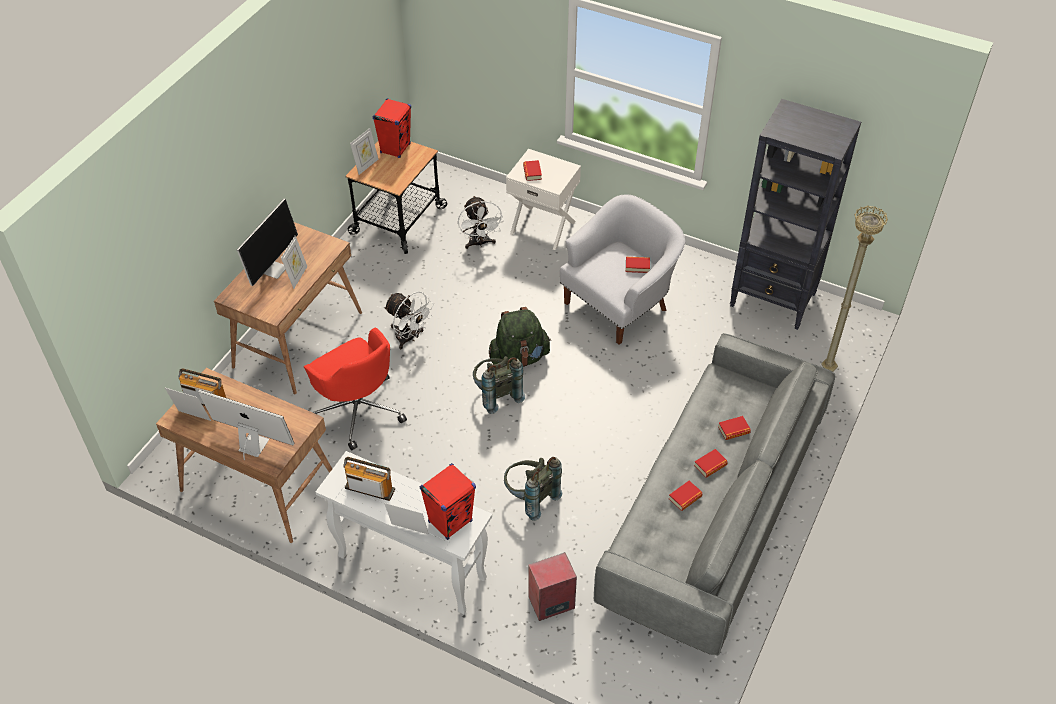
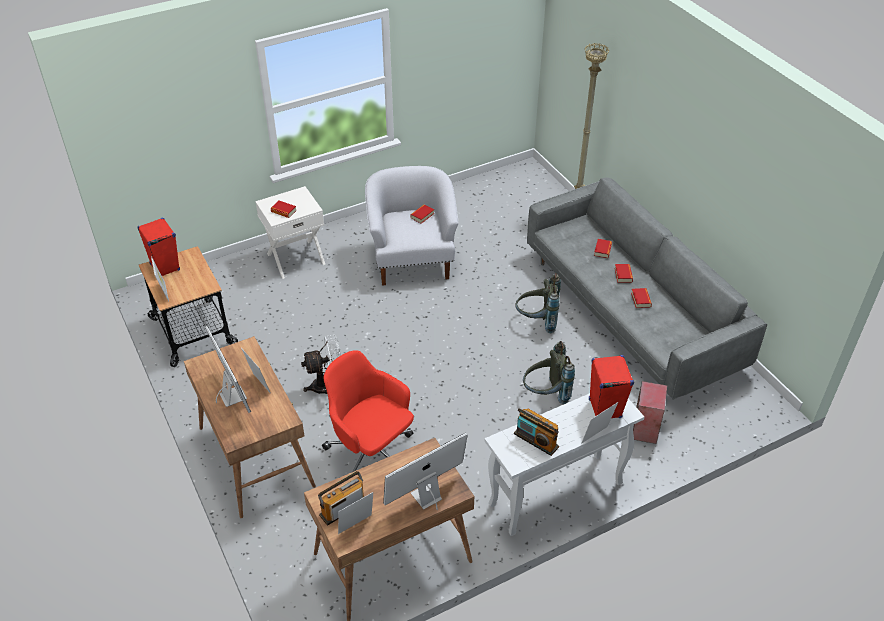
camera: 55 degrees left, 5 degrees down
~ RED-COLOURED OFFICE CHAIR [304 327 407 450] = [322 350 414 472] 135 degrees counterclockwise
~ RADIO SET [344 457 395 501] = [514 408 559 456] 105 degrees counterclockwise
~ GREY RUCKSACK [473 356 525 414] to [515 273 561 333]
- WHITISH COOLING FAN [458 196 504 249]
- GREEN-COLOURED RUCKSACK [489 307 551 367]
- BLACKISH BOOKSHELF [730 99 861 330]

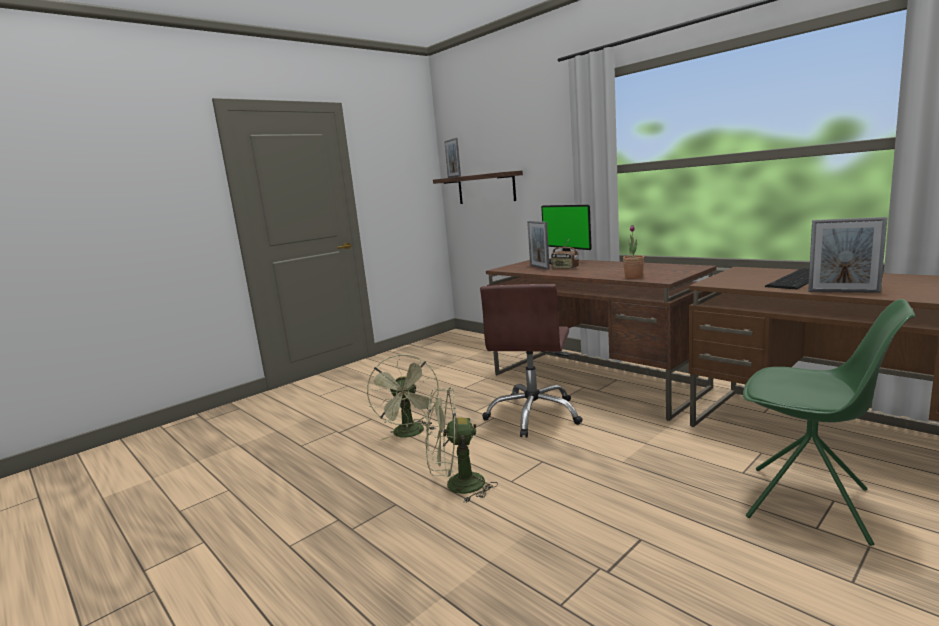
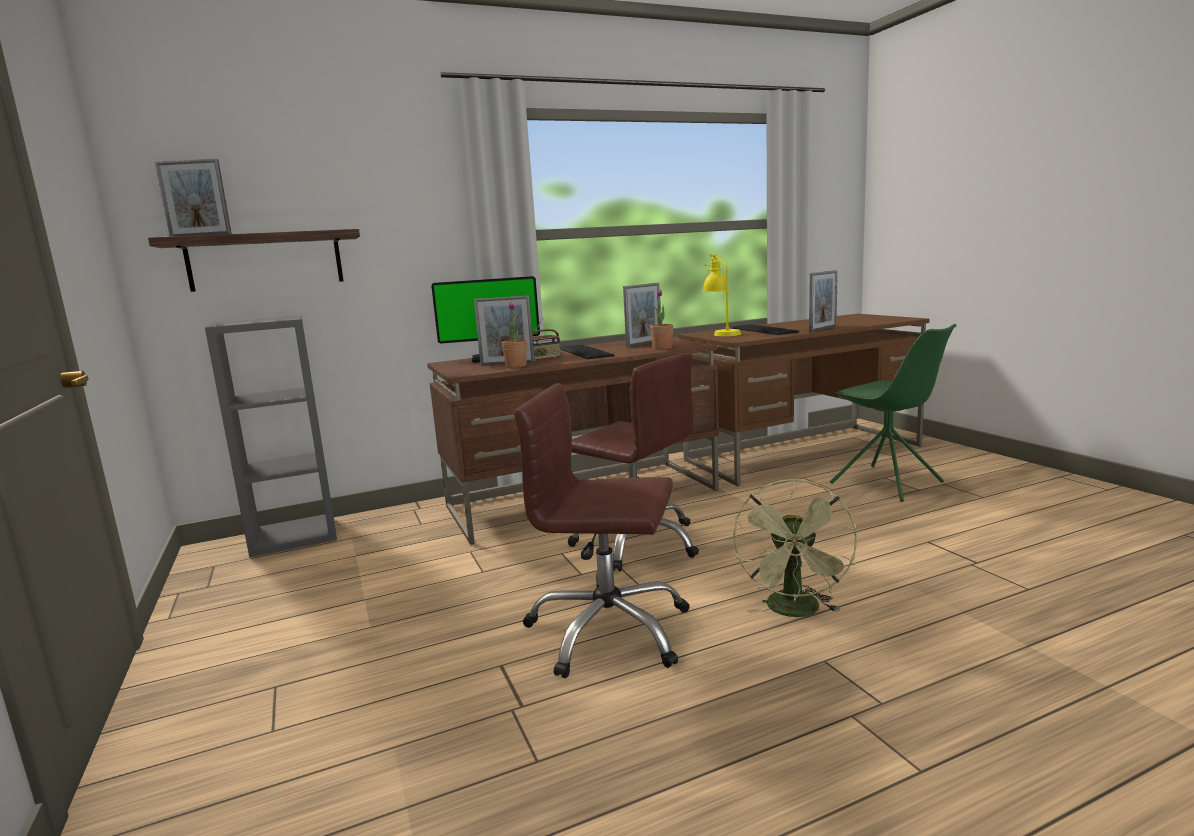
camera: 70 degrees left, 0 degrees up
+ GREY BOOKSHELF [205 315 337 557]
+ HOUSEPLANT [501 302 527 368]
~ GREEN-COLOURED COOLING FAN [367 354 439 440] to BROWNISH OFFICE CHAIR [514 383 690 678]
+ KEYBOARD [561 344 615 359]
+ STANDING FRAME [623 283 660 347]
+ YELLOWISH TABLE LAMP [703 253 741 336]
~ GREEN-COLOURED PLAIN CHAIR [743 299 916 546] = [830 324 957 502] 90 degrees clockwise

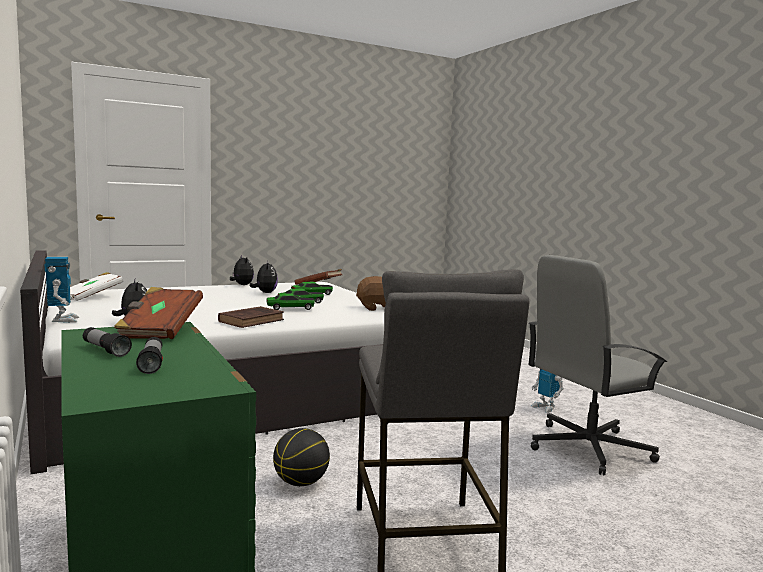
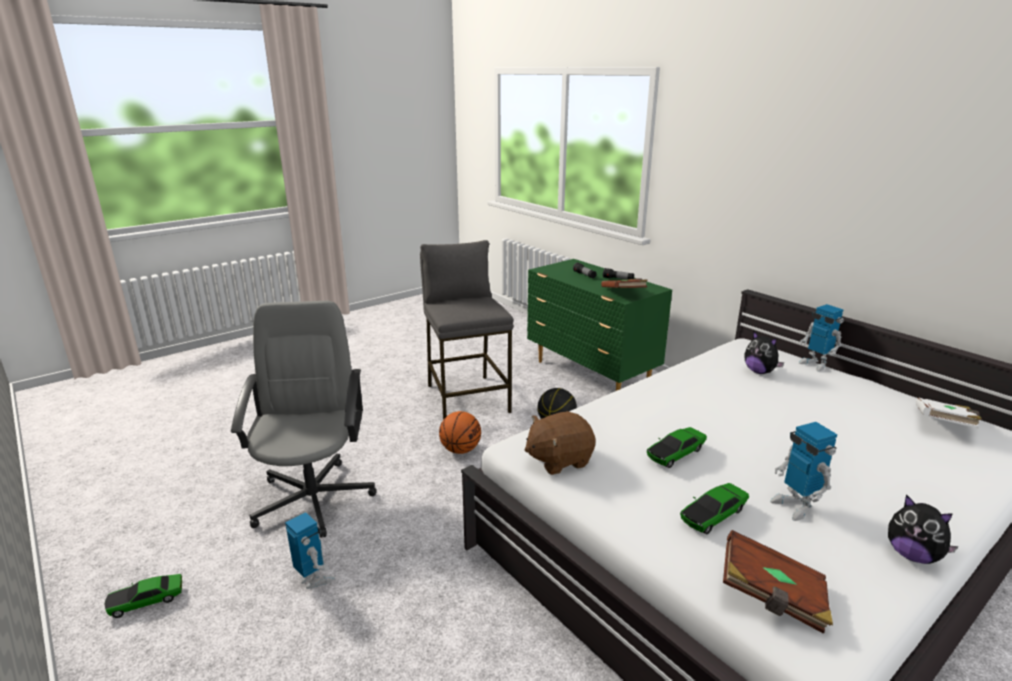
camera: 170 degrees right, 15 degrees up
~ TOY CAR [266 293 315 310] to [105 574 182 618]
~ GREY OFFICE CHAIR [528 255 667 475] = [231 301 377 538] 60 degrees counterclockwise
+ BALL FOR BASKETBALL [439 411 481 454]
~ PLUSH TOY [250 261 278 293] to TOY ROBOT [770 422 838 521]
- BROWNISH BOOK [218 306 284 328]

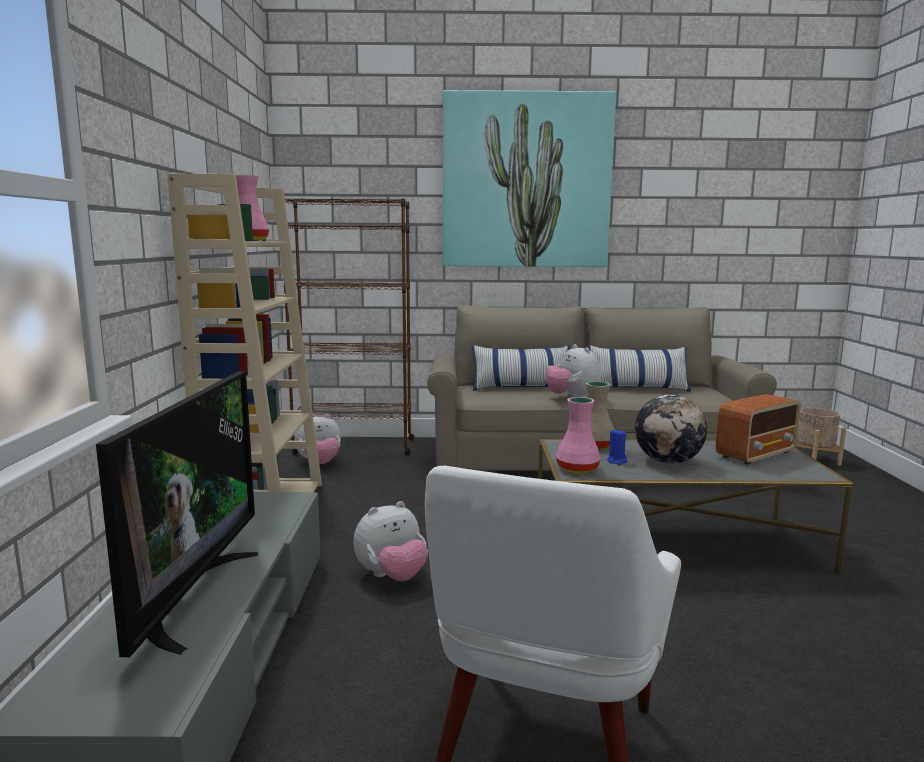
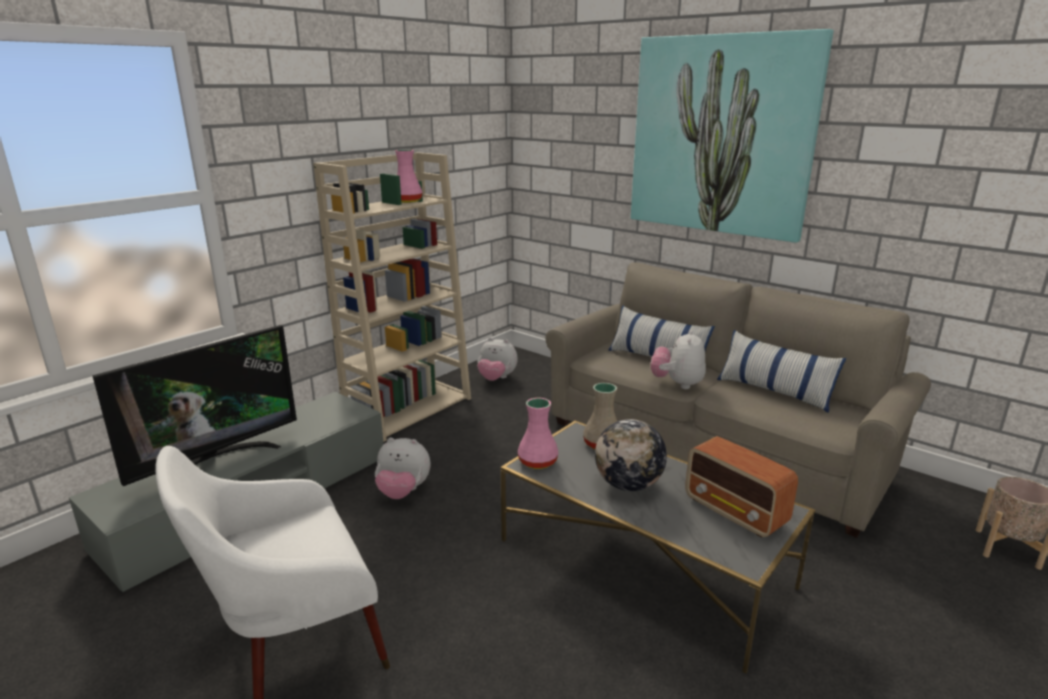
camera: 40 degrees right, 10 degrees up
~ RADIO SET [716 394 800 465] = [685 436 798 538] 45 degrees clockwise
- BROWNISH BOOKSHELF [284 198 414 455]
- BLUE CANDLE [607 428 627 465]

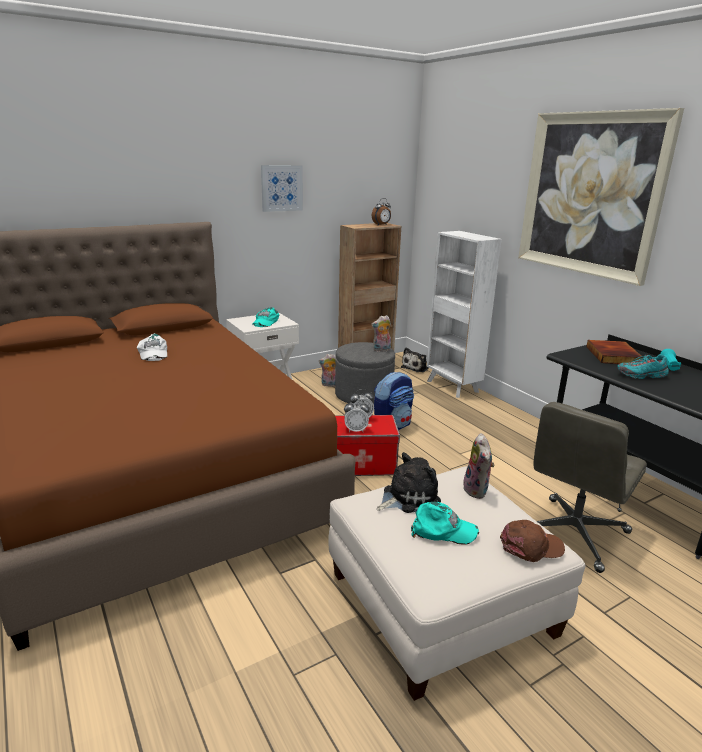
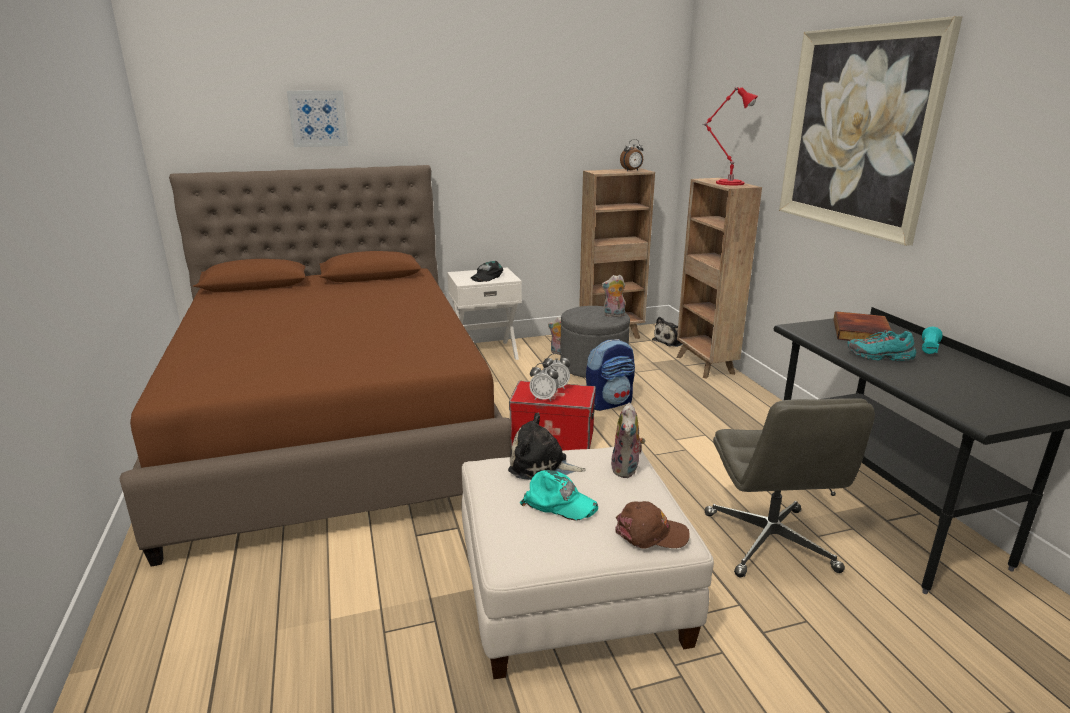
camera: 15 degrees right, 0 degrees up
~ PICTURE [261 165 303 212] to [287 90 348 147]
~ TURQUOISE BASEBALL CAP [252 307 279 327] to BLACKISH BASEBALL CAP [471 261 503 282]
~ PLUSH TOY [377 452 441 513] = [508 413 586 480] 150 degrees counterclockwise
~ WHITISH BOOKSHELF [427 231 502 398] to BROWNISH BOOKSHELF [676 178 762 379]
+ RED-COLOURED TABLE LAMP [704 87 758 185]
~ GREY OFFICE CHAIR [534 402 647 573] = [705 398 875 577] 60 degrees counterclockwise
- WHITISH BASEBALL CAP [137 333 167 361]

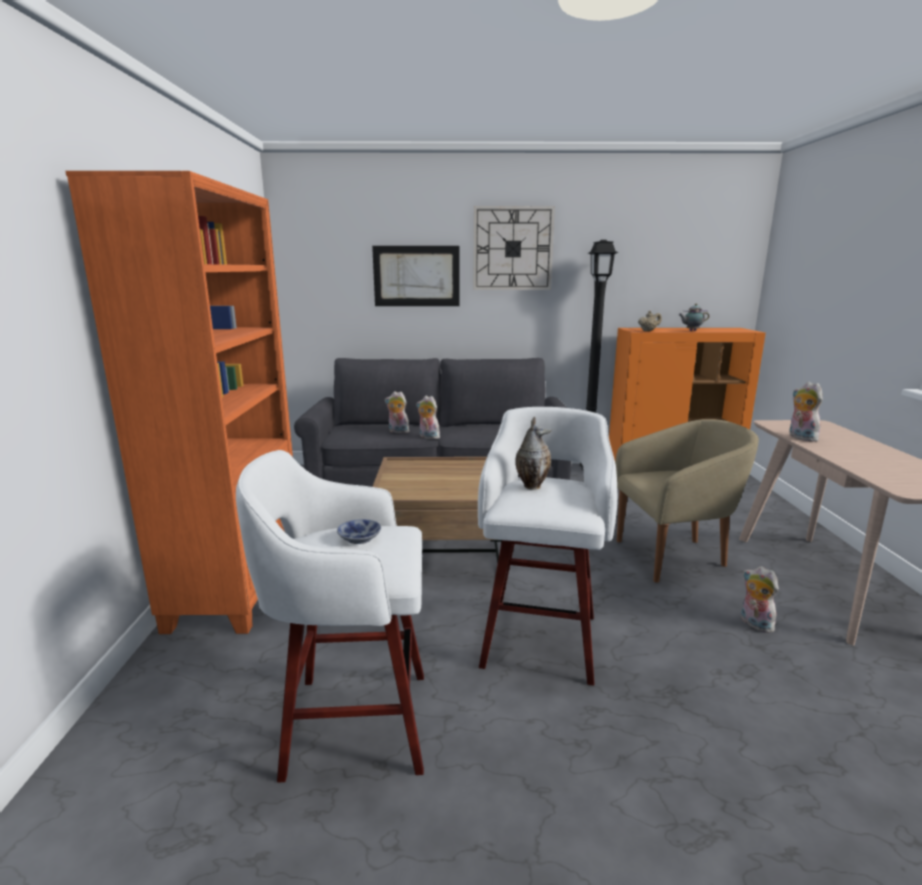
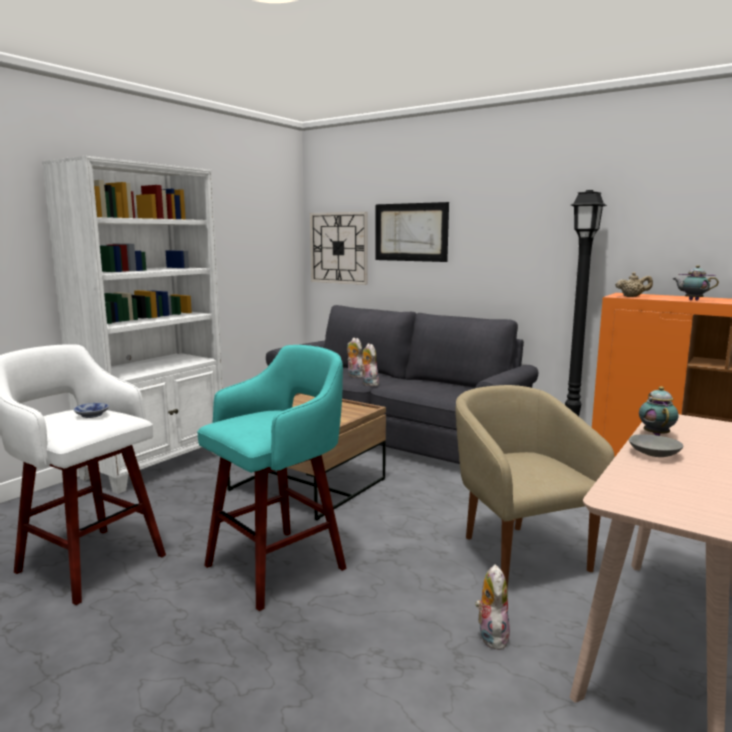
camera: 35 degrees right, 5 degrees down
~ ORANGEY BOOKSHELF [65 171 293 634] to WHITISH BOOKSHELF [42 156 223 494]
~ WHITISH SITTING STOOL [478 407 617 686] to TURQUOISE SITTING STOOL [197 345 346 611]
~ HANGING CLOCK [473 206 555 290] to [310 212 368 285]
~ SAND-COLOURED EASY CHAIR [615 419 759 583] = [455 385 615 589] 135 degrees counterclockwise
+ GREY BOWL [629 434 683 457]
~ PLUSH TOY [789 382 822 442] to POT FOR TEA [639 386 678 436]
- FLOWER VASE [515 417 551 490]

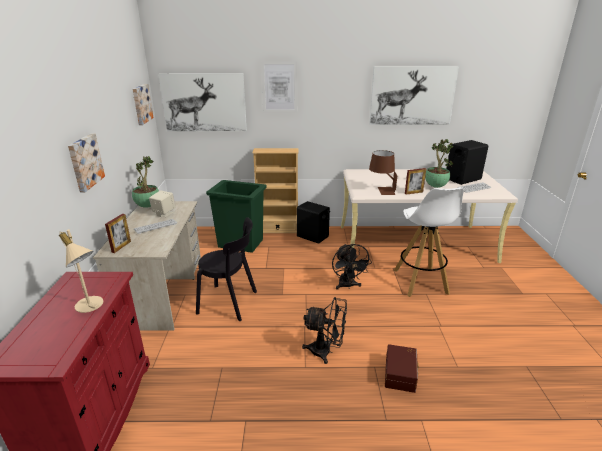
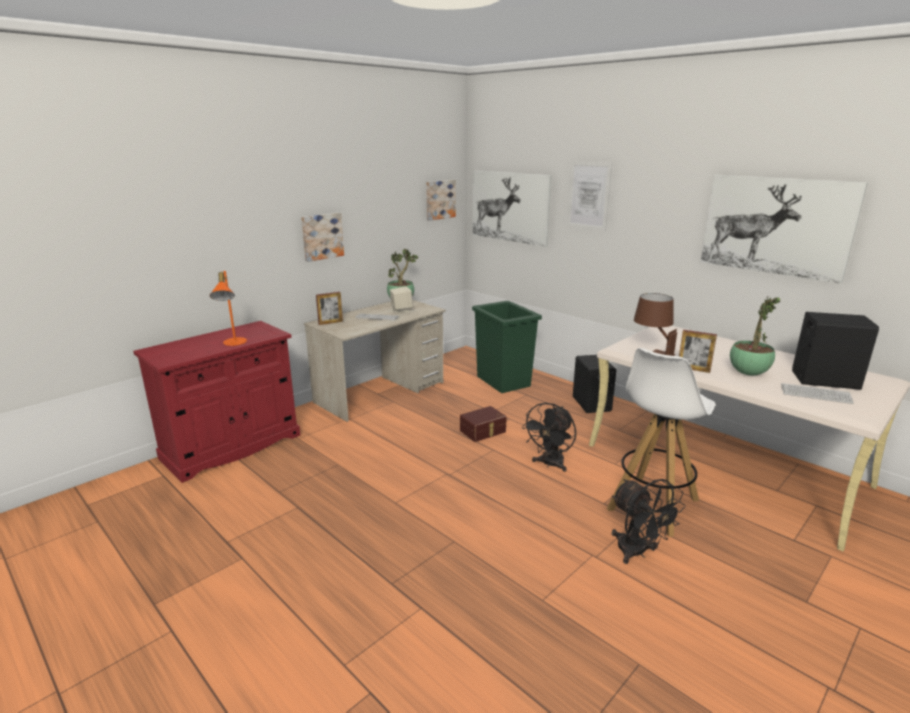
camera: 45 degrees right, 5 degrees down
~ SAND-COLOURED TABLE LAMP [59 229 103 313] to ORANGEY TABLE LAMP [210 271 247 346]
~ BROWNISH STORAGE CONTAINER [385 344 419 393] to [460 406 507 442]
~ BLACKISH COOLING FAN [302 297 347 364] to [612 479 686 564]
- BLACKISH PLAIN CHAIR [196 217 257 321]
- SAND-COLOURED BOOKSHELF [252 148 299 233]

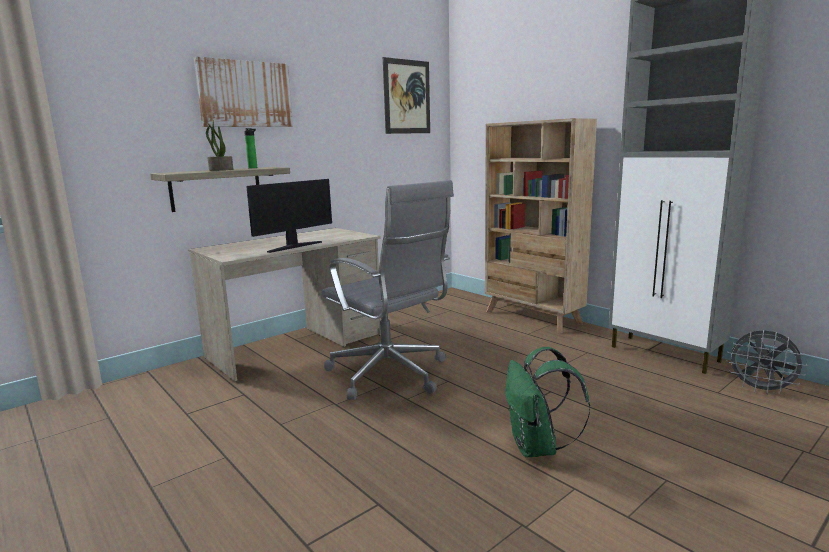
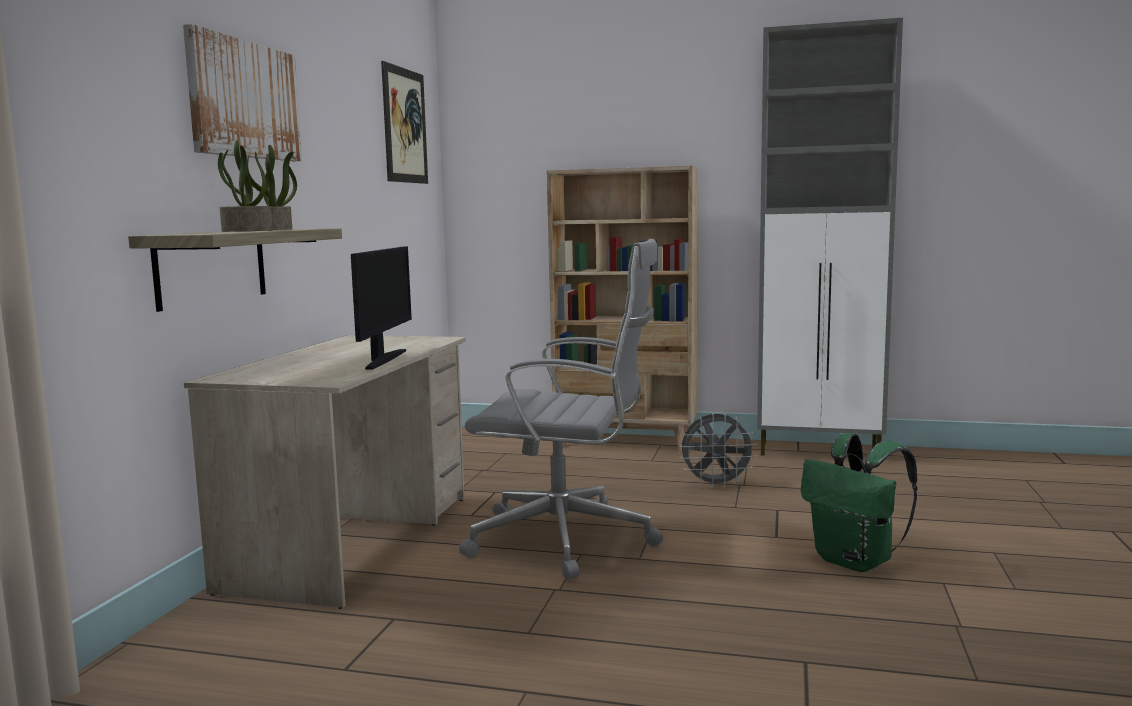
camera: 35 degrees left, 5 degrees down
~ DRINK BOTTLE [244 128 257 168] to HOUSEPLANT [246 145 297 230]
~ GREY COOLING FAN [726 330 807 395] to [680 413 757 488]

